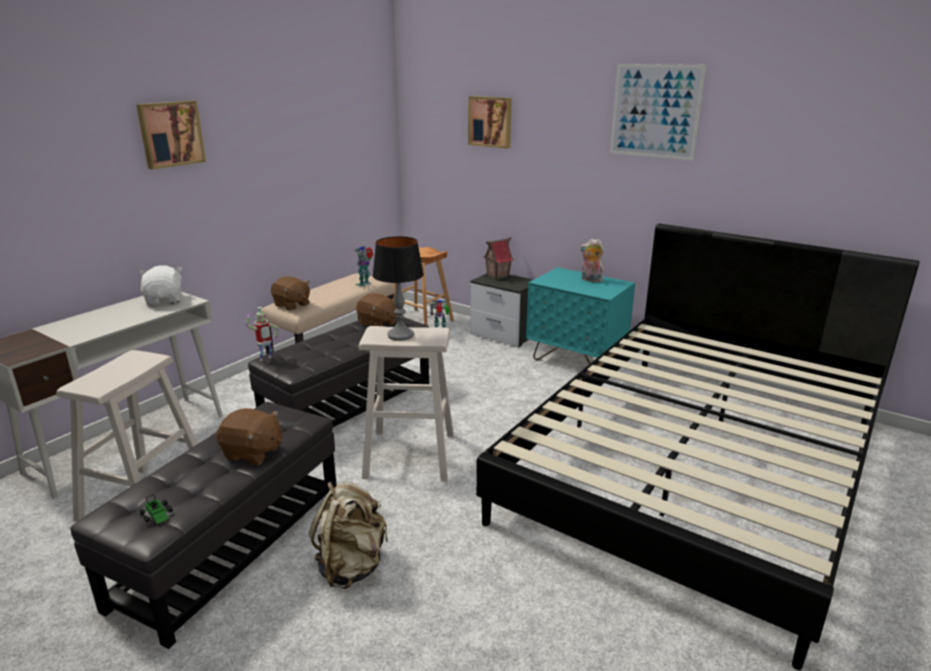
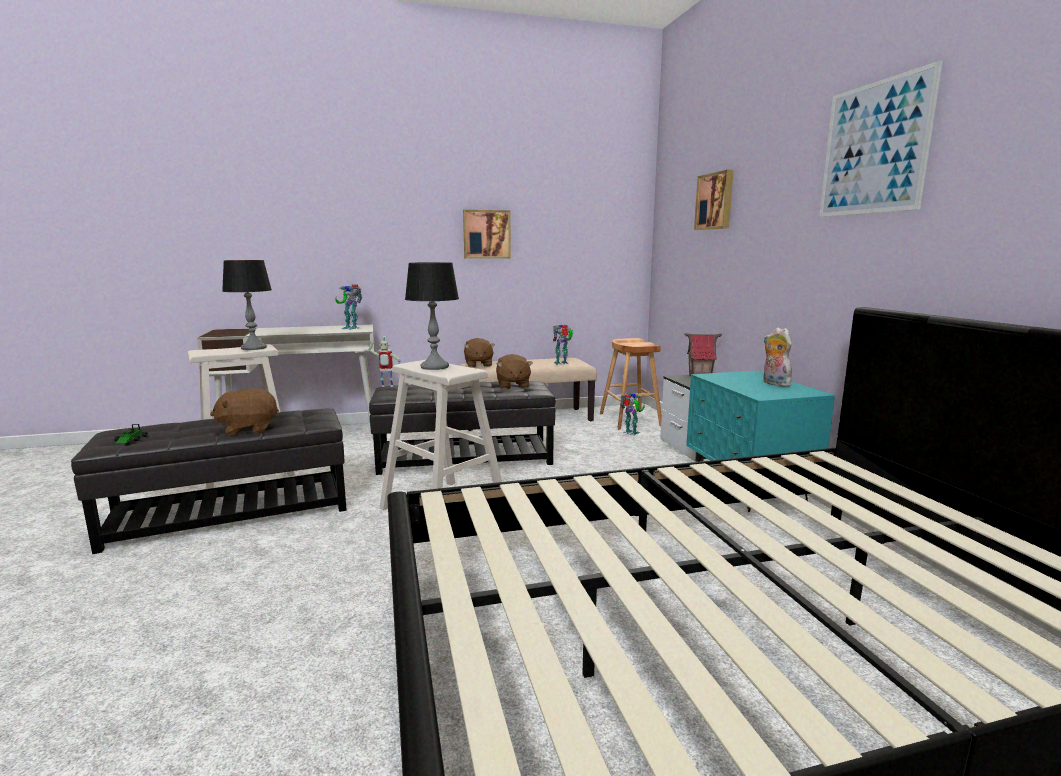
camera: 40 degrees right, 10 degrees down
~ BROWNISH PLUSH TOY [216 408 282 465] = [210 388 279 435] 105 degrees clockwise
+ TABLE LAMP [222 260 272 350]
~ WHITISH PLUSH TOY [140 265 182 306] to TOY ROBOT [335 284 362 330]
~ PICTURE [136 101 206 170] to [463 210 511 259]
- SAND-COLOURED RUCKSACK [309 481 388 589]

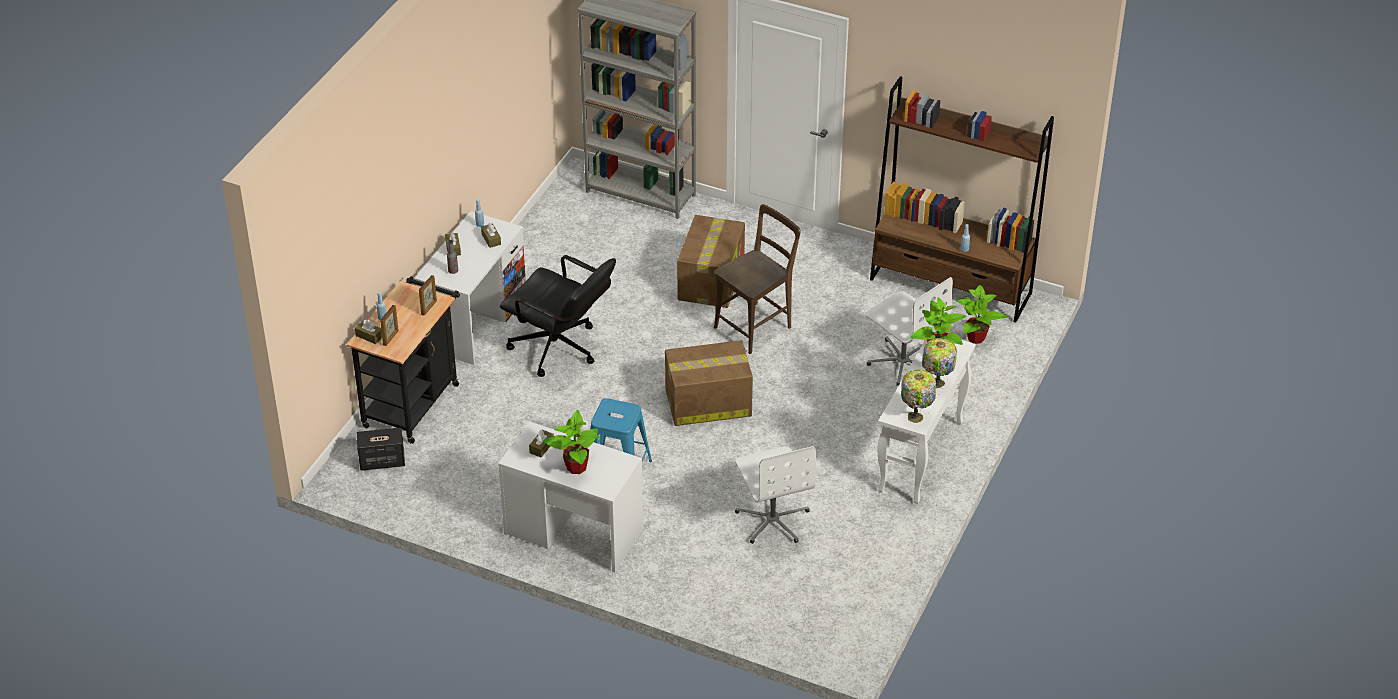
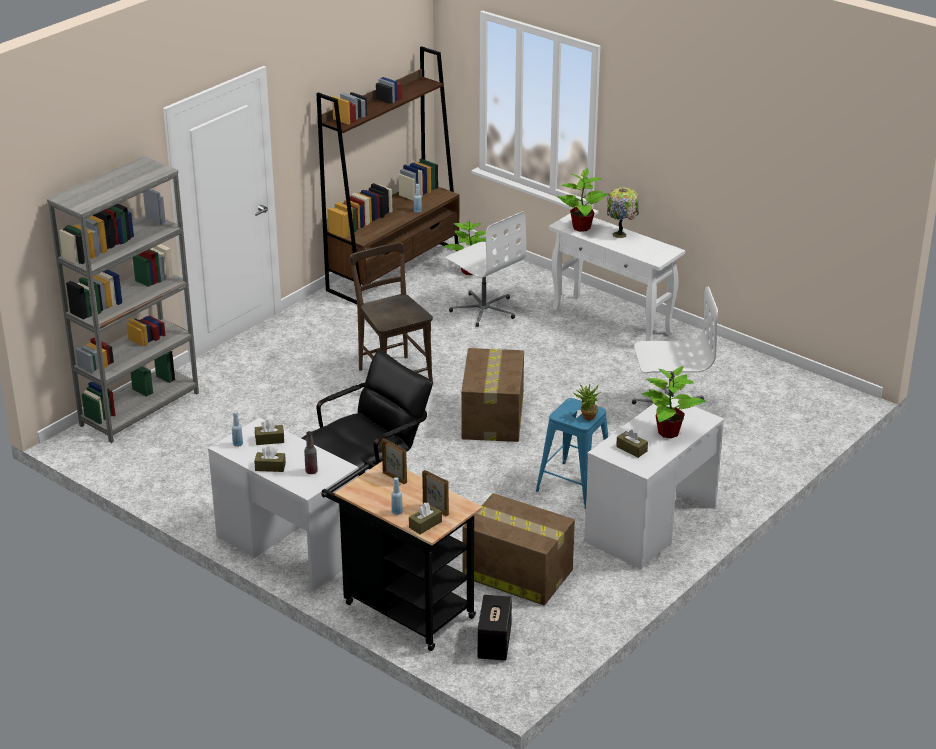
camera: 75 degrees left, 10 degrees down
~ WHITISH OFFICE CHAIR [865 277 953 386] = [445 211 526 327] 75 degrees clockwise
~ PACKING BOX [677 215 745 308] to [463 493 575 605]
+ HOUSEPLANT [573 383 601 420]
- TABLE LAMP [901 370 936 423]

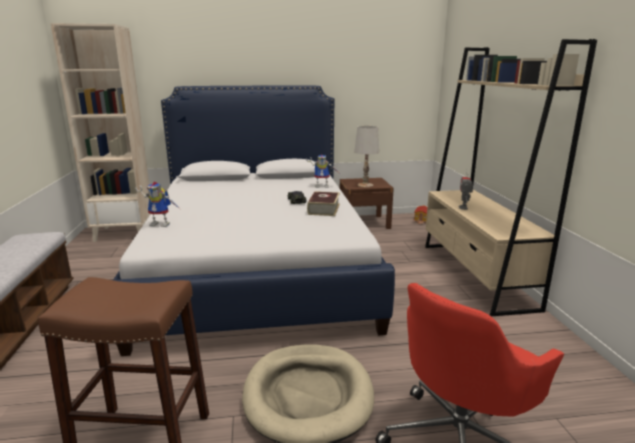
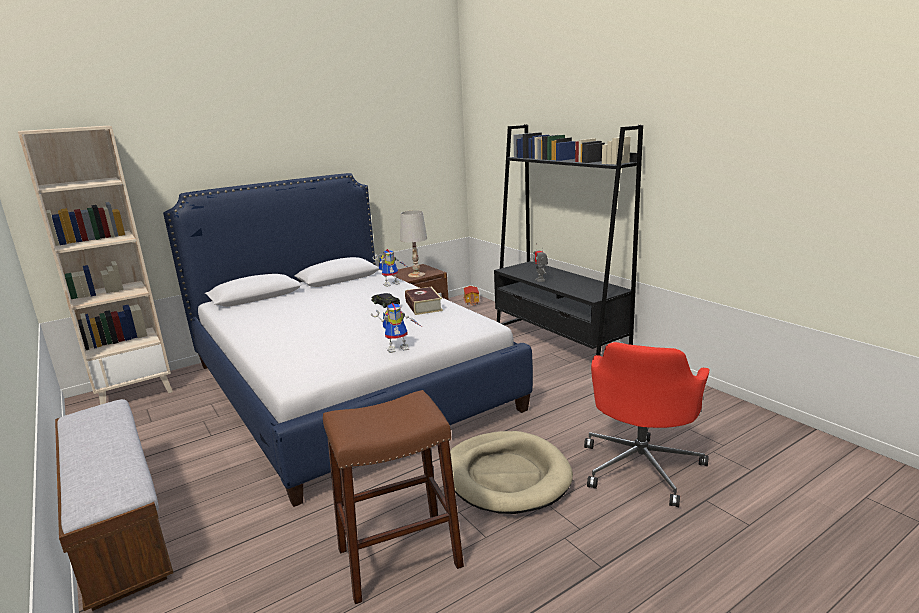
camera: 25 degrees left, 0 degrees up
~ TOY ROBOT [135 182 180 227] to [371 302 421 353]
~ SAND-COLOURED BOOKSHELF [425 39 597 316] to BLACKISH BOOKSHELF [494 124 643 356]

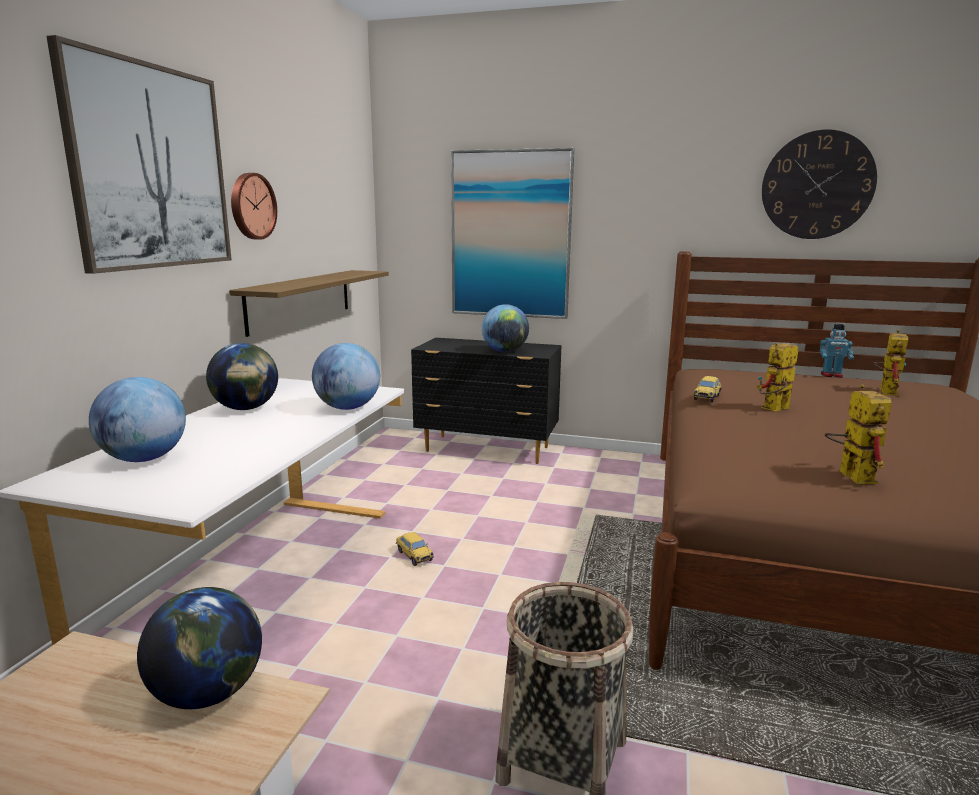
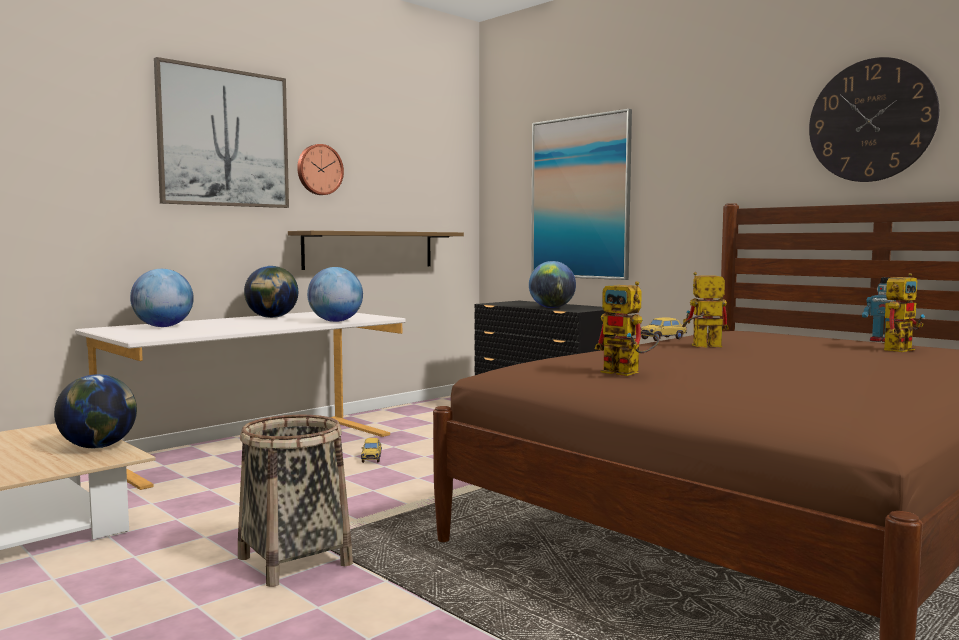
camera: 30 degrees right, 10 degrees down
~ TOY ROBOT [825 384 892 484] = [595 281 660 376] 105 degrees clockwise

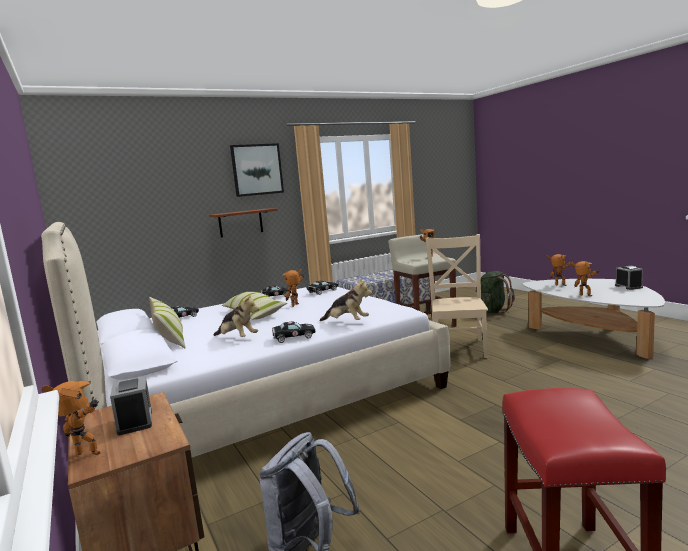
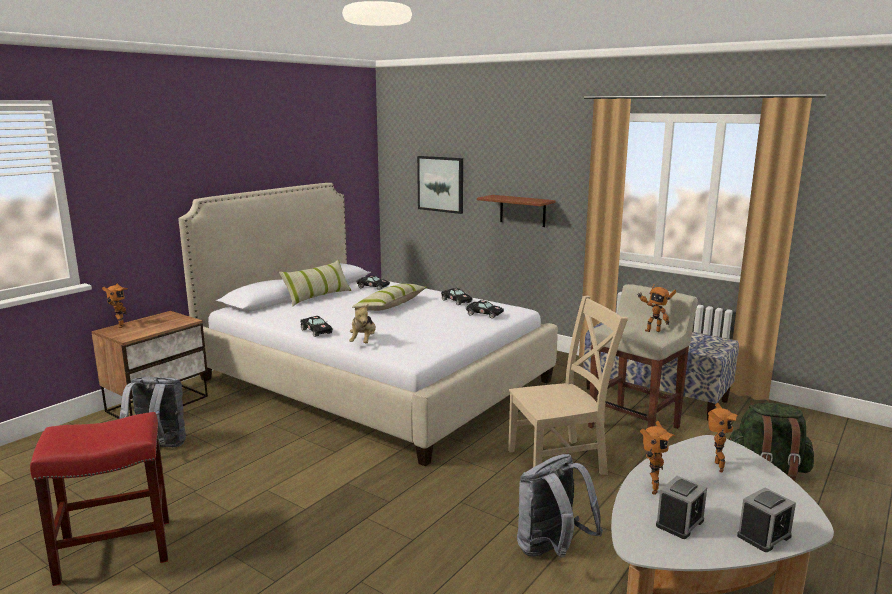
camera: 65 degrees right, 5 degrees up
~ PICTURE [230 143 284 197] to [417 156 463 214]
+ GREY RUCKSACK [517 454 603 558]
~ TABLE CLOCK [110 377 152 435] to [656 476 707 539]
- PLUSH TOY [213 295 259 337]
- TOY ROBOT [282 269 304 307]

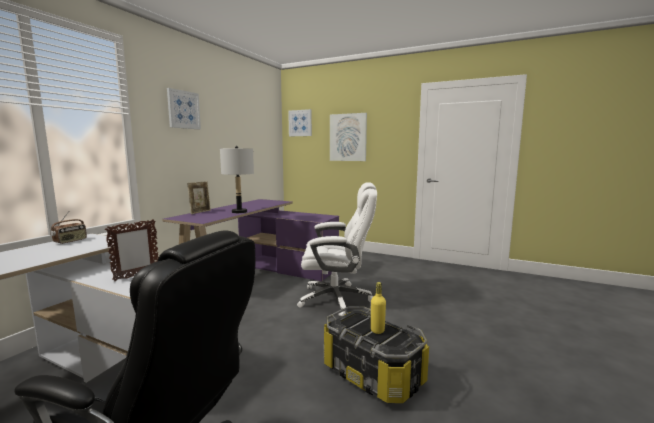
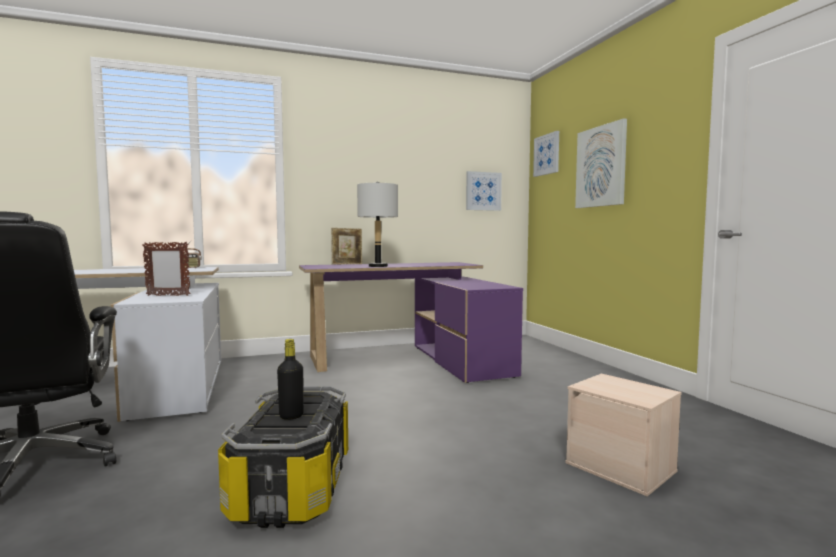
camera: 45 degrees right, 5 degrees down
~ YELLOWISH DRINK BOTTLE [371 282 386 334] to BLACKISH DRINK BOTTLE [277 339 304 420]
~ PICTURE [167 88 201 129] to [466 171 502 211]
+ SAND-COLOURED STORAGE CONTAINER [565 373 681 496]
- WHITISH OFFICE CHAIR [297 182 377 316]

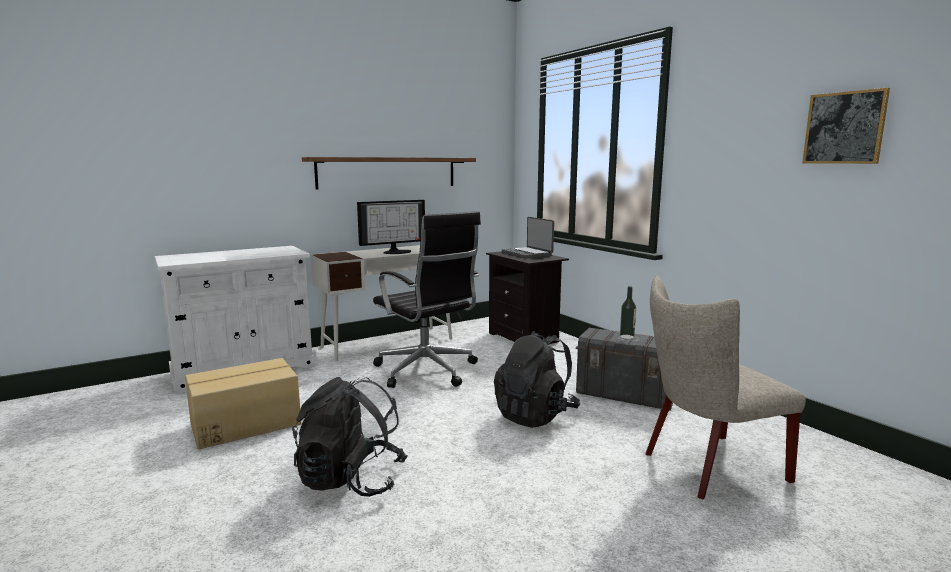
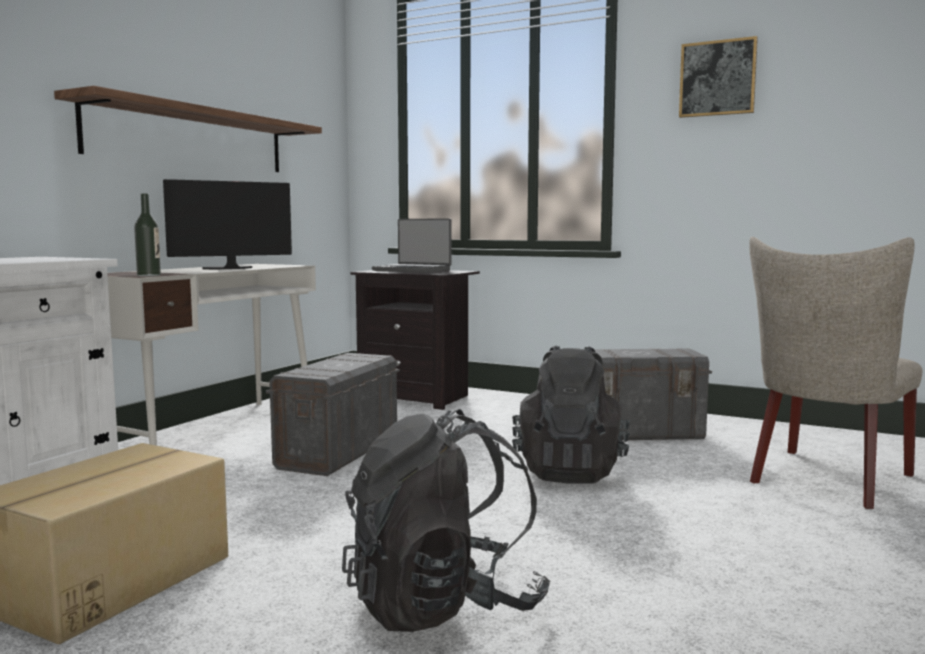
camera: 30 degrees left, 5 degrees down
~ DRINK BOTTLE [620 286 636 339] to [134 193 161 276]
~ MONITOR [357 200 425 254] = [163 179 292 269] 150 degrees counterclockwise
~ BLACKISH OFFICE CHAIR [373 211 481 388] to GREY STORAGE CONTAINER [266 353 400 476]
~ PICTURE [802 88 890 164] to [679 36 758 118]

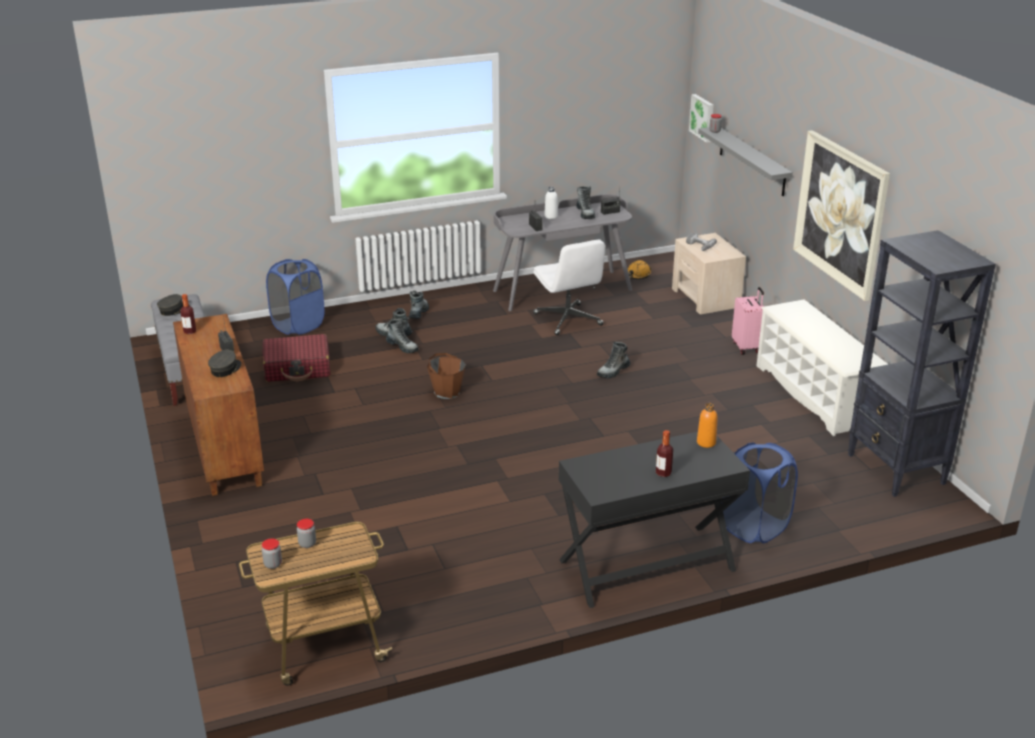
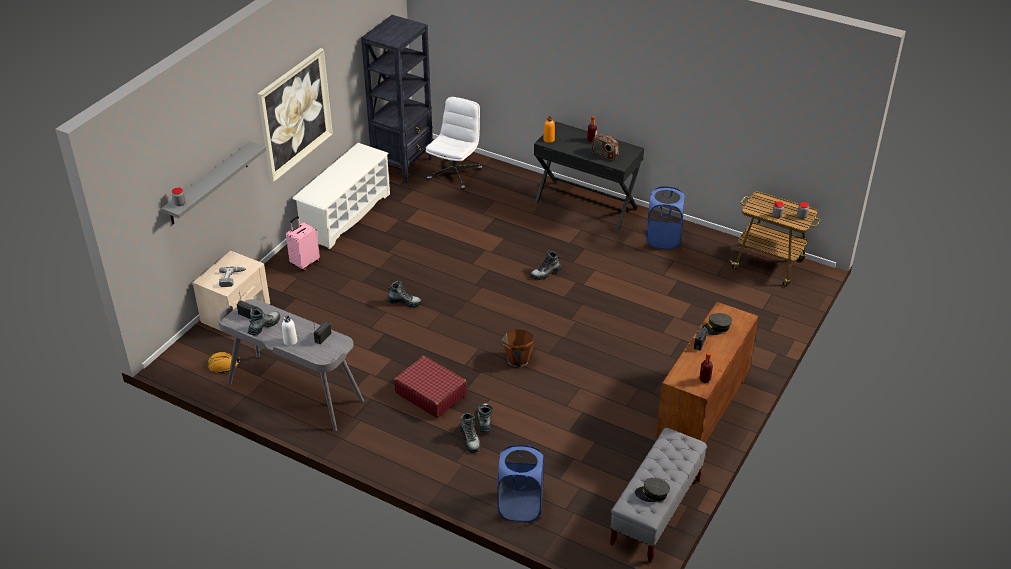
camera: 130 degrees left, 10 degrees up
~ RED-COLOURED PIECE OF LUGGAGE [263 334 331 382] to [394 356 467 418]
~ WHITISH OFFICE CHAIR [533 239 605 335] to [426 97 482 190]
~ TALL BOOT [409 290 429 319] to [530 251 562 280]
+ RADIO SET [591 134 618 160]
~ BLUE HAMPER [723 443 798 543] to [646 186 685 250]
- PICTURE [689 94 714 143]

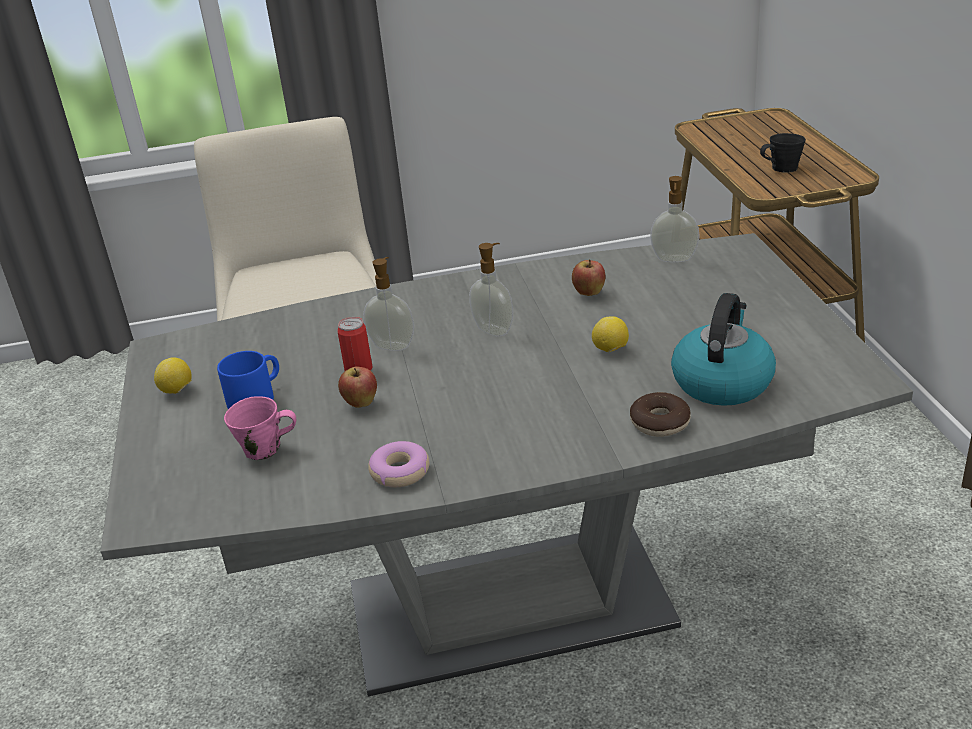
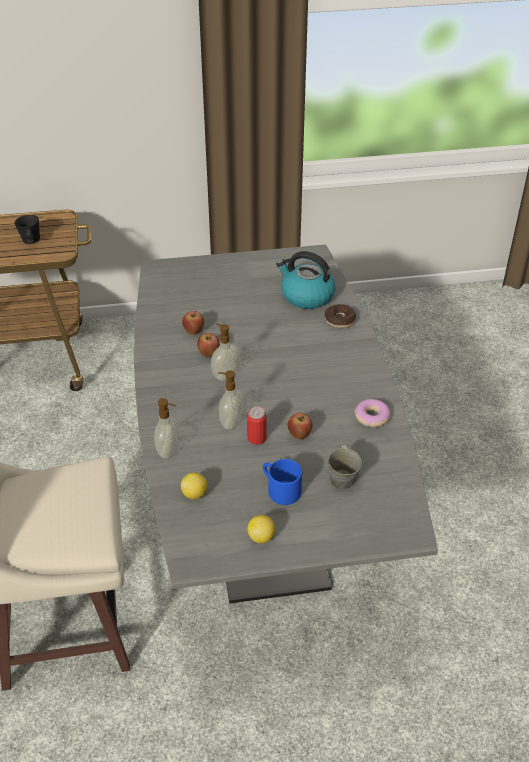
camera: 90 degrees left, 10 degrees up
~ LIQUID SOAP BOTTLE [650 176 700 262] to [154 398 178 459]
~ CITRUS FRUIT [592 316 629 352] to [181 472 208 499]
+ APPLE FRUIT [197 333 220 357]
~ PINK COFFEE MUG [224 396 296 460] to GREY COFFEE MUG [328 444 362 490]

